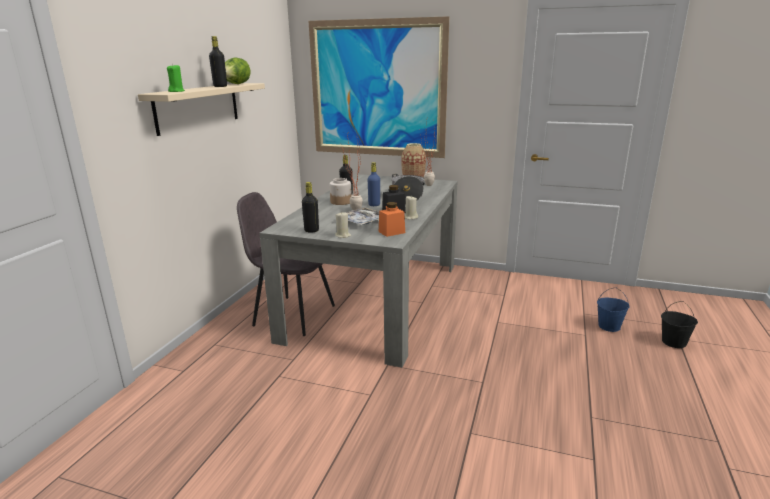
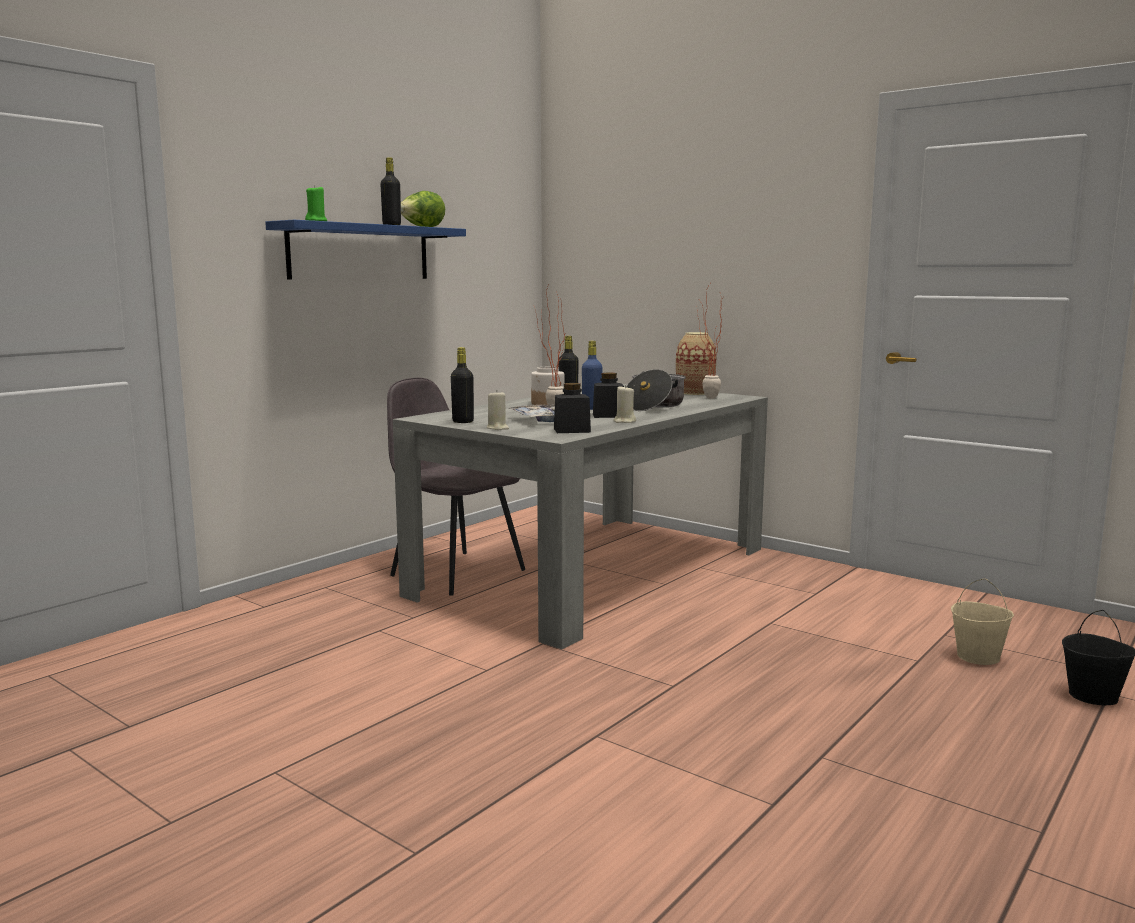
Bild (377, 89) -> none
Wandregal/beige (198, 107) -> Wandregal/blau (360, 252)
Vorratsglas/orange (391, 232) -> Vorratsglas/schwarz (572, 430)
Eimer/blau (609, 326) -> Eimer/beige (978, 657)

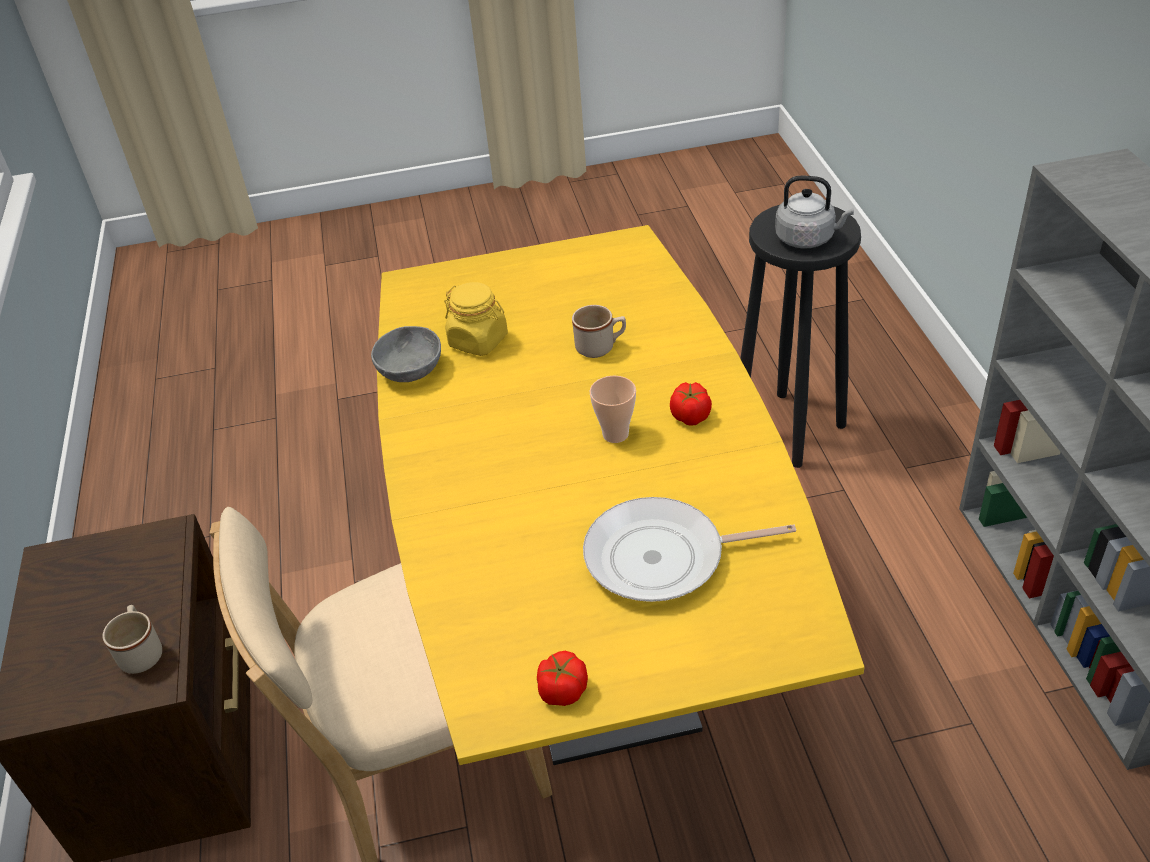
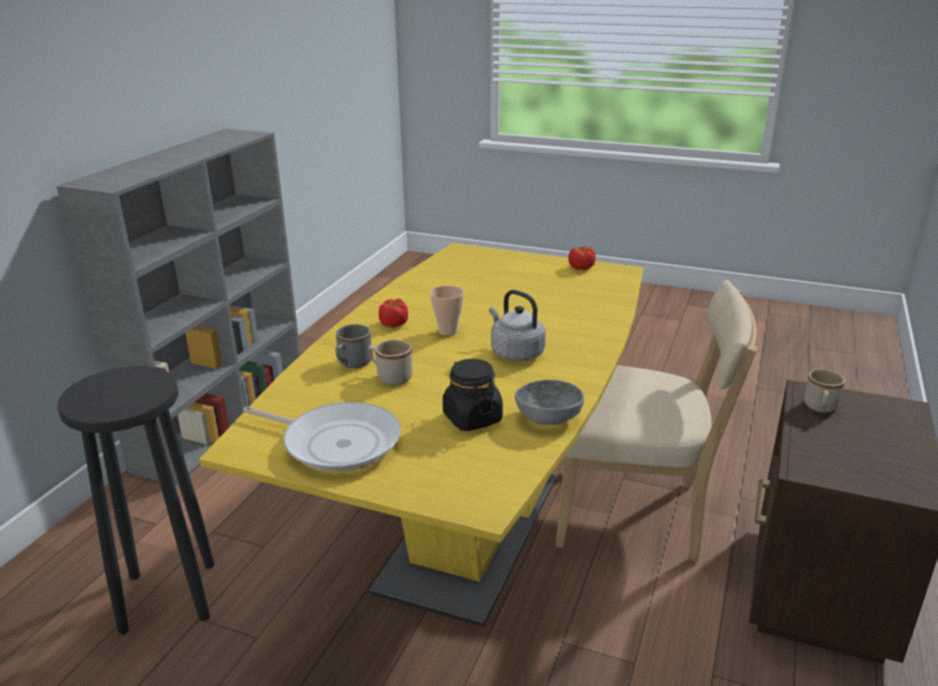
Wasserkessel/grau (808, 239) -> Wasserkessel/grau (515, 353), moved
Vorratsglas/gelb (478, 341) -> Vorratsglas/schwarz (472, 418)
Pfanne (663, 558) -> Pfanne (336, 442), moved
none -> Henkelbecher/grau (352, 364)

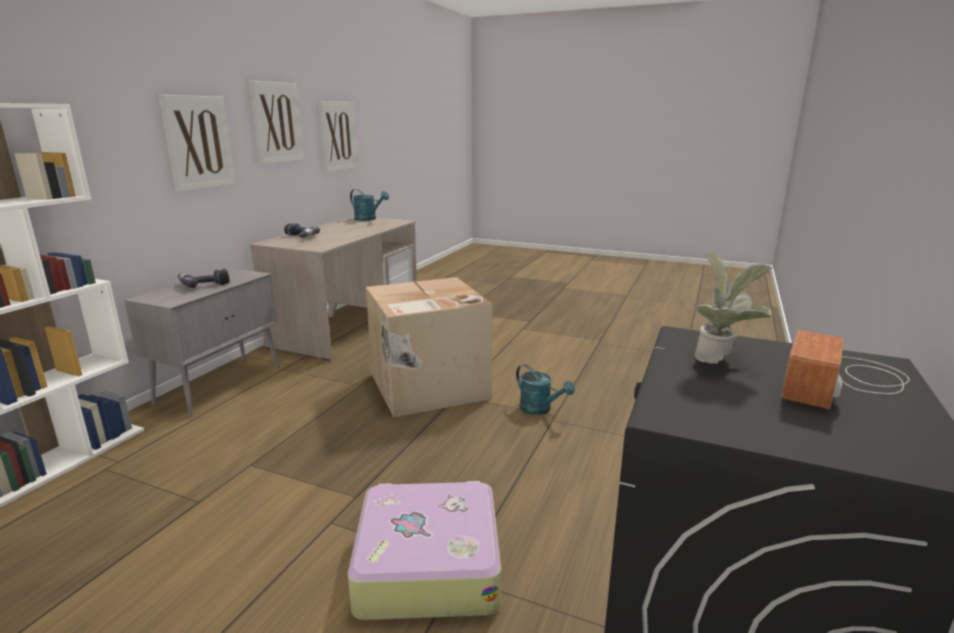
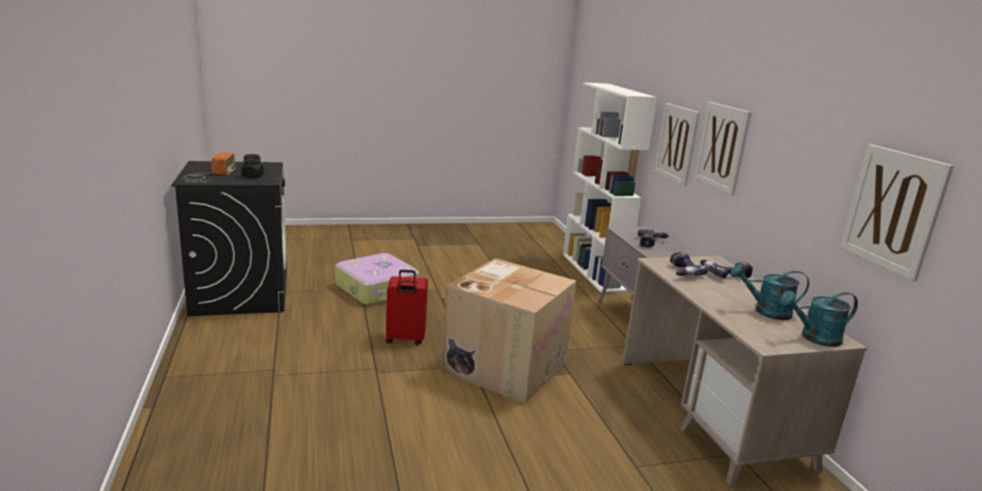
Bild (277, 123) -> Bild (677, 143), moved
Topfpflanze (721, 360) -> Vorratsglas/schwarz (252, 176)
Gießkanne/türkis (540, 409) -> Gießkanne/türkis (766, 312), moved
none -> Bohrmaschine (681, 272)
none -> Koffer/rot (405, 339)

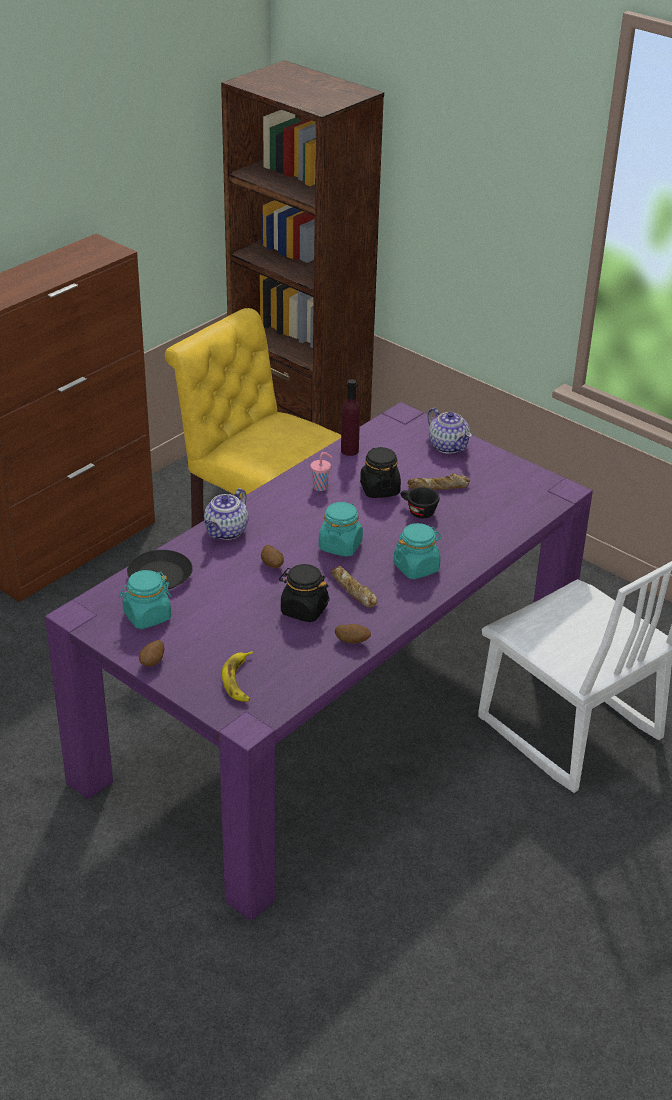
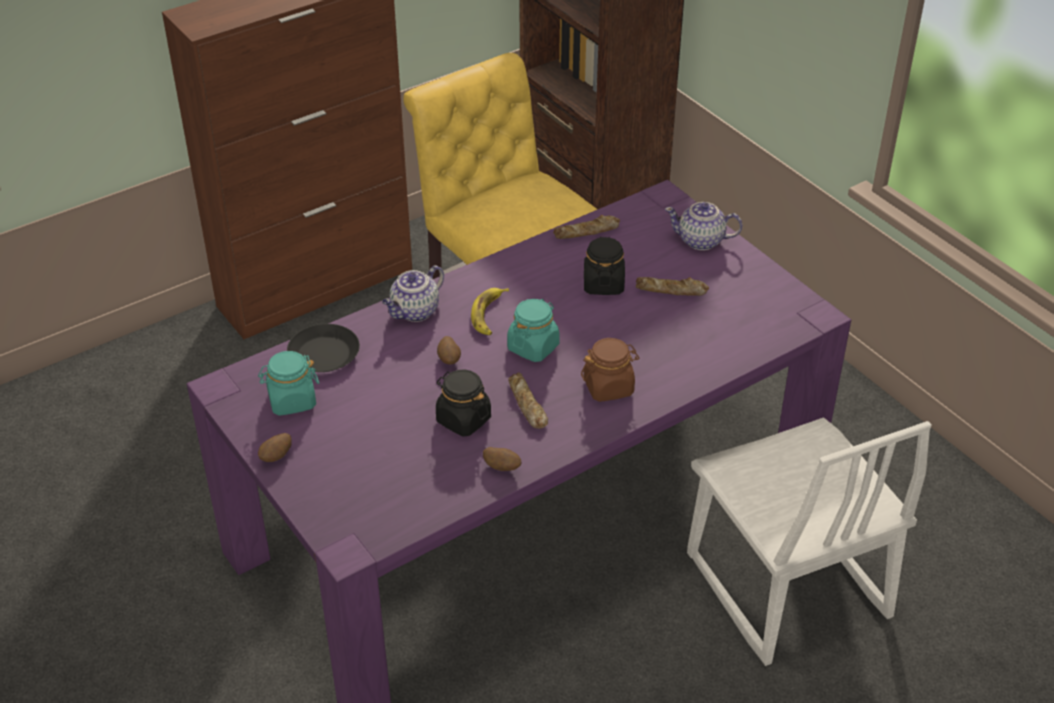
Flasche/lila (349, 450) -> Brot (587, 232)
Teekanne (448, 446) -> Teekanne (701, 241), 120 degrees clockwise
Tasse/rosa (321, 487) -> none
Tasse/schwarz (417, 511) -> none
Vorratsglas/türkis (416, 567) -> Vorratsglas/braun (609, 387)
Banane (240, 681) -> Banane (489, 315), moved

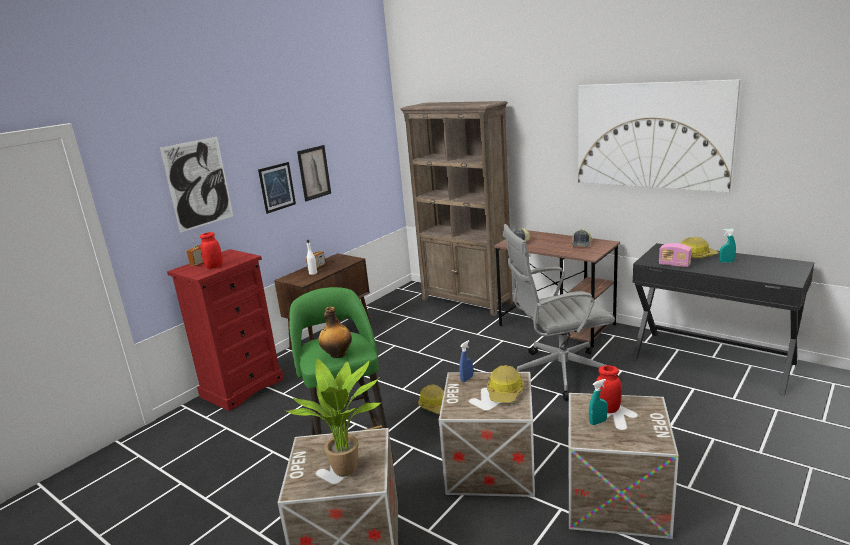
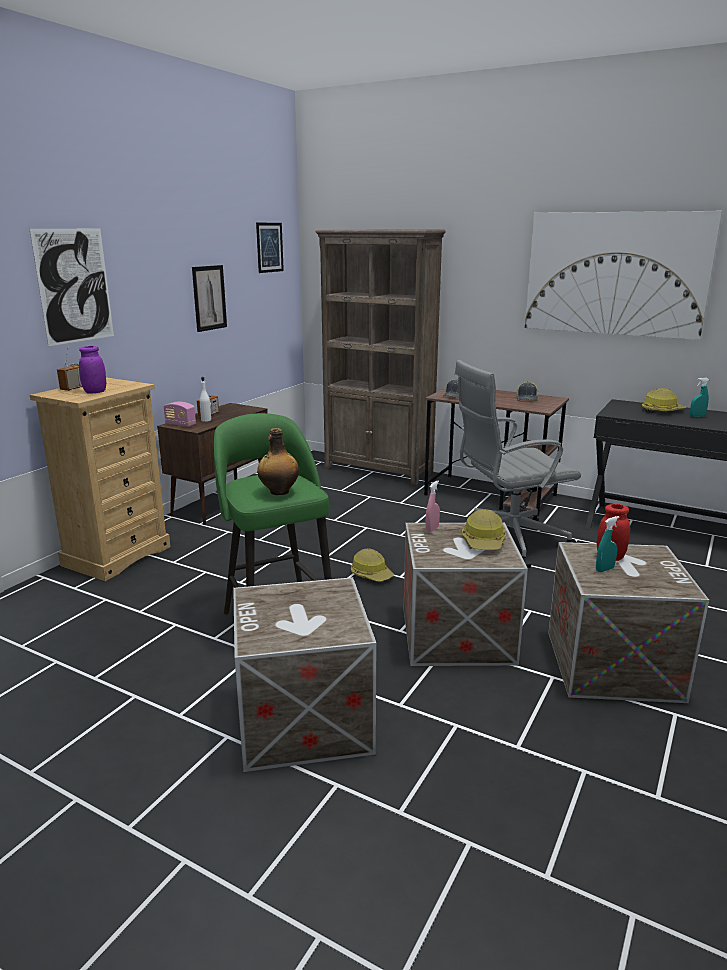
Bild (277, 187) -> Bild (269, 247), moved
Vorratsglas/rot (214, 267) -> Vorratsglas/lila (95, 392)
Radio (674, 265) -> Radio (180, 424), moved
Kommode/rot (242, 387) -> Kommode/beige (117, 555)
Sprühflasche/blau (467, 379) -> Sprühflasche/rosa (432, 529)
Topfpflanze (349, 470) -> none

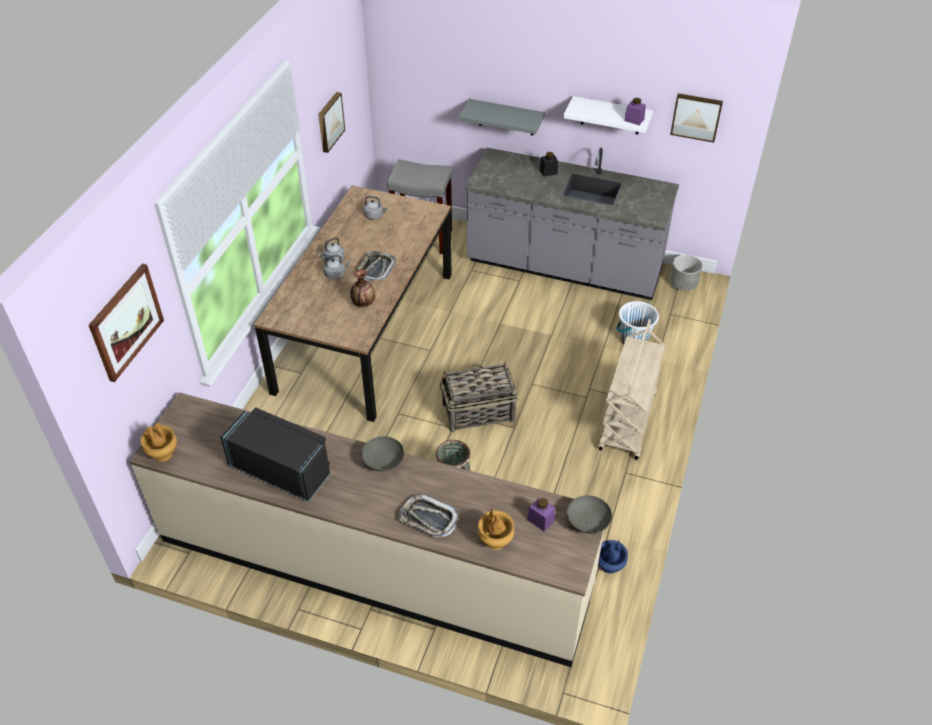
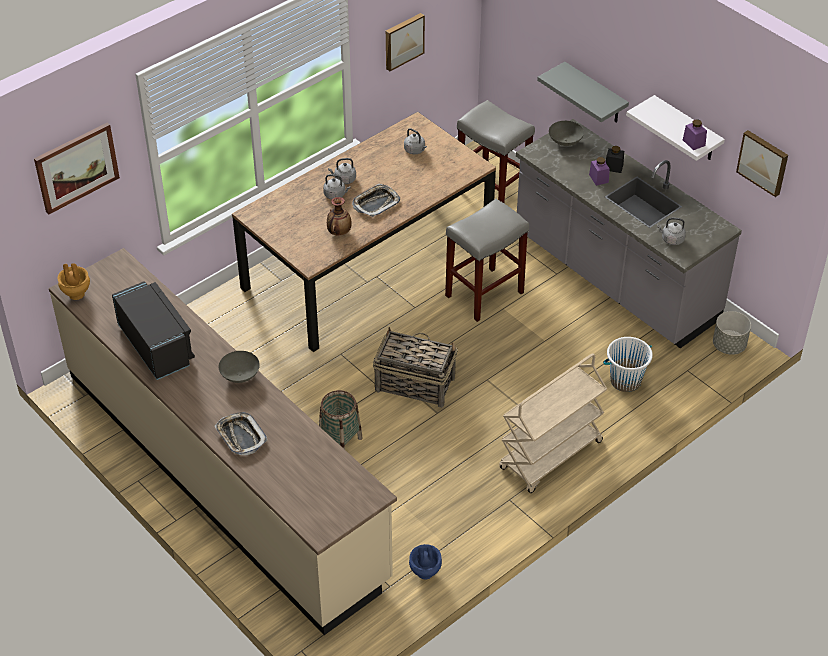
Schüssel/grau (588, 523) -> Schüssel/grau (565, 142), moved
Vorratsglas/lila (541, 520) -> Vorratsglas/lila (598, 178), moved
Vase/braun (495, 541) -> none
none -> Hocker/grau (484, 295)
none -> Wasserkessel/grau (671, 239)

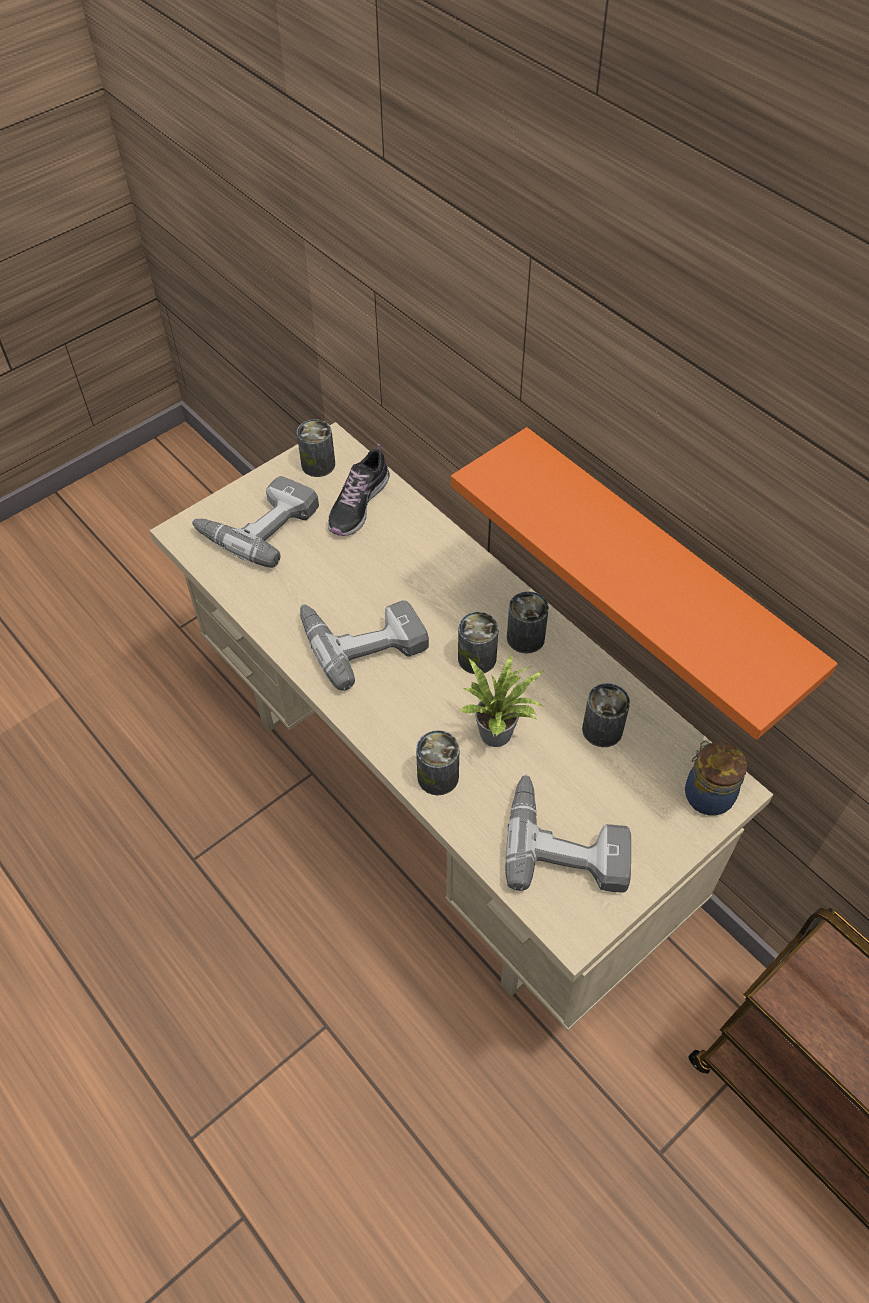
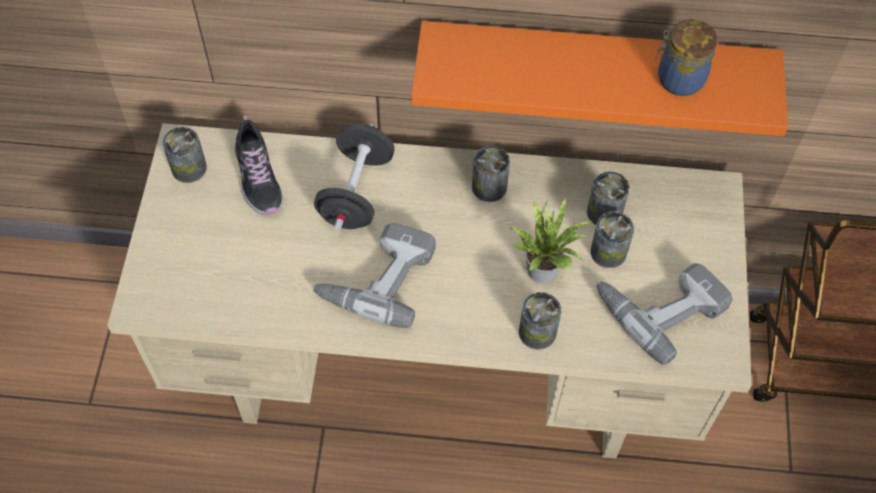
Bohrmaschine (258, 525) -> none
Dose (477, 658) -> Dose (608, 252), moved
Vorratsglas (707, 793) -> Vorratsglas (678, 79), moved
none -> Hantel/schwarz (356, 192)

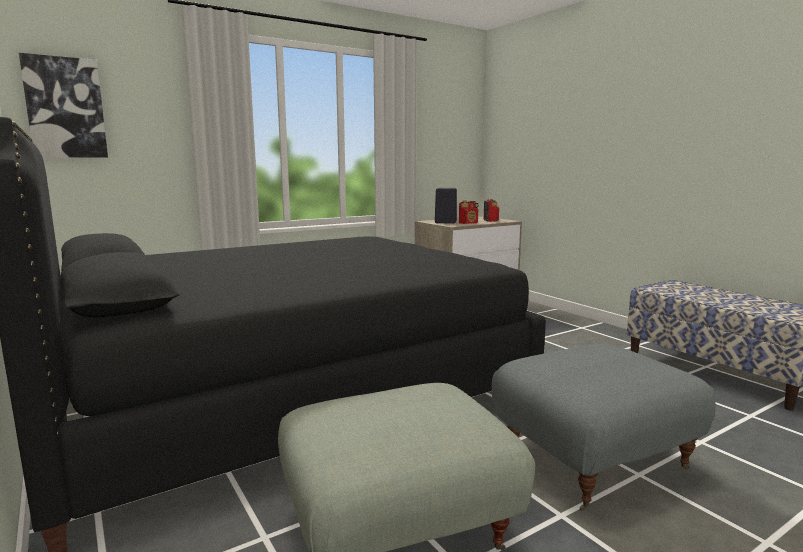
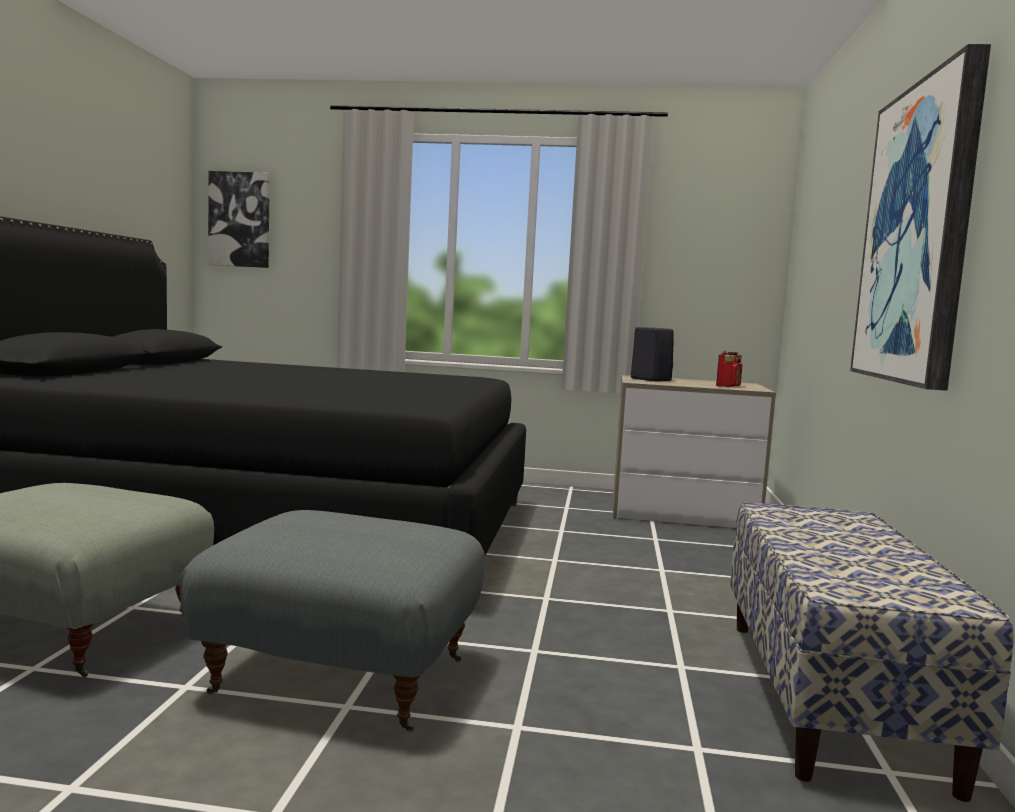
Radio (468, 223) -> none
none -> Bild (918, 235)

